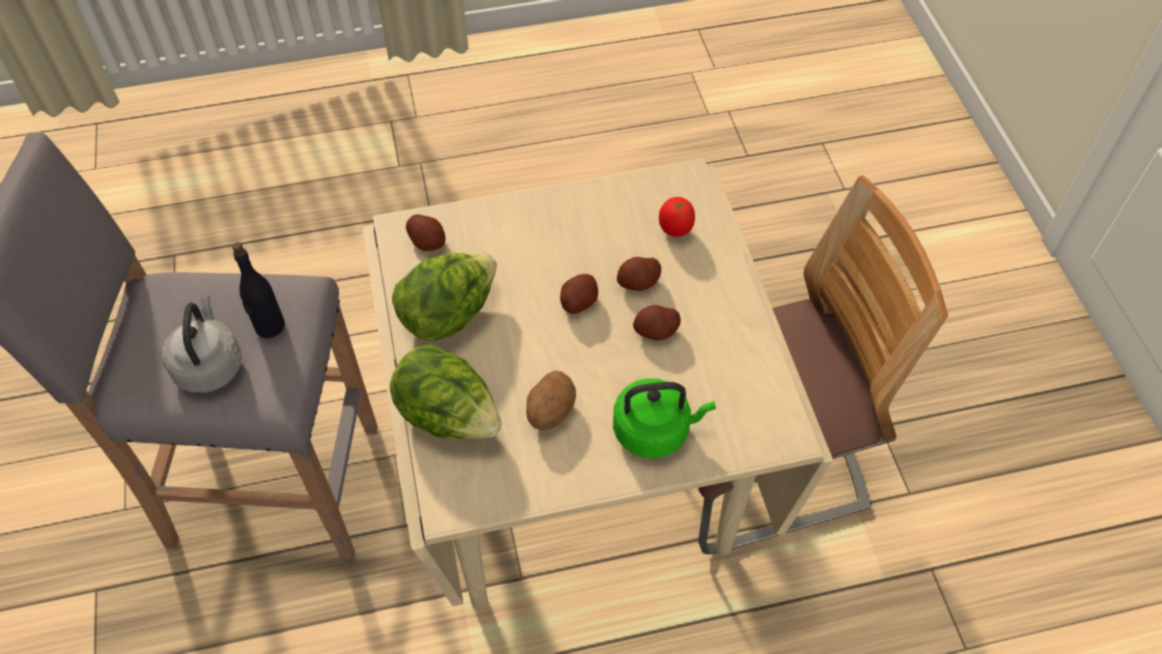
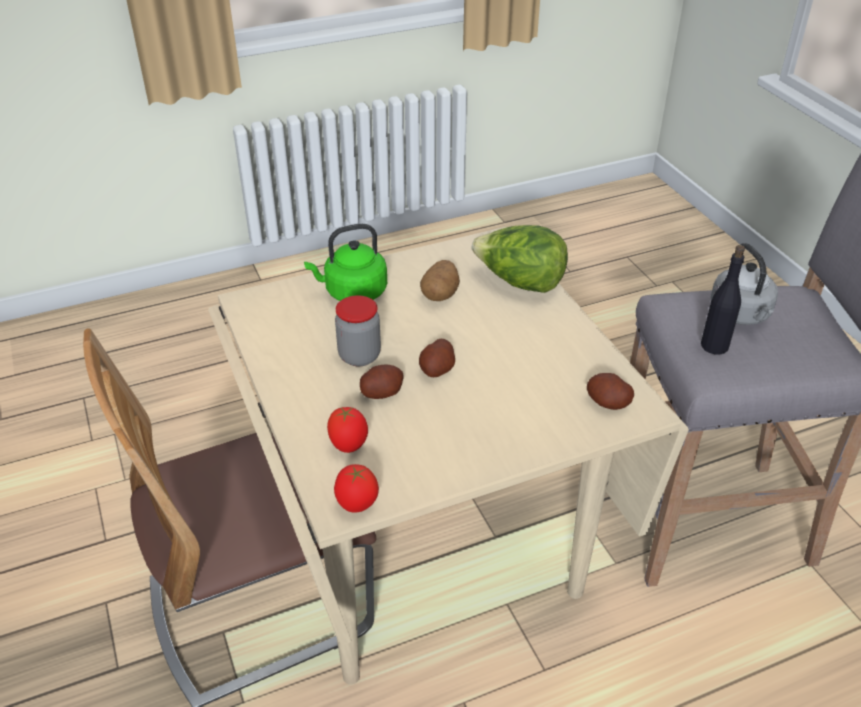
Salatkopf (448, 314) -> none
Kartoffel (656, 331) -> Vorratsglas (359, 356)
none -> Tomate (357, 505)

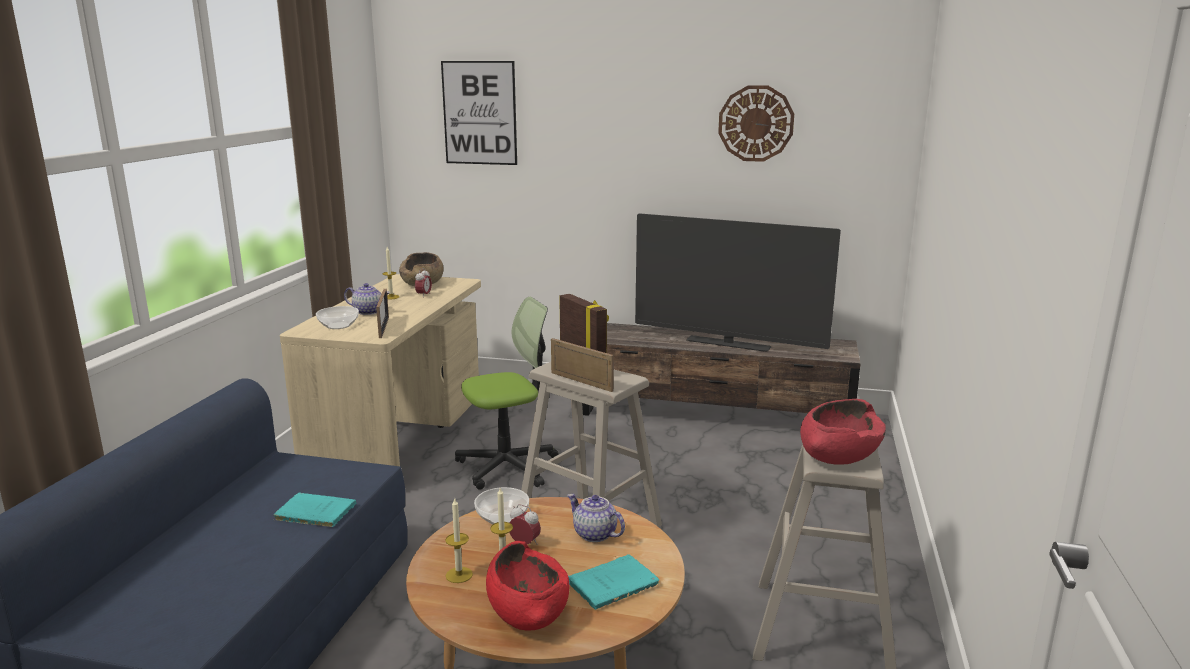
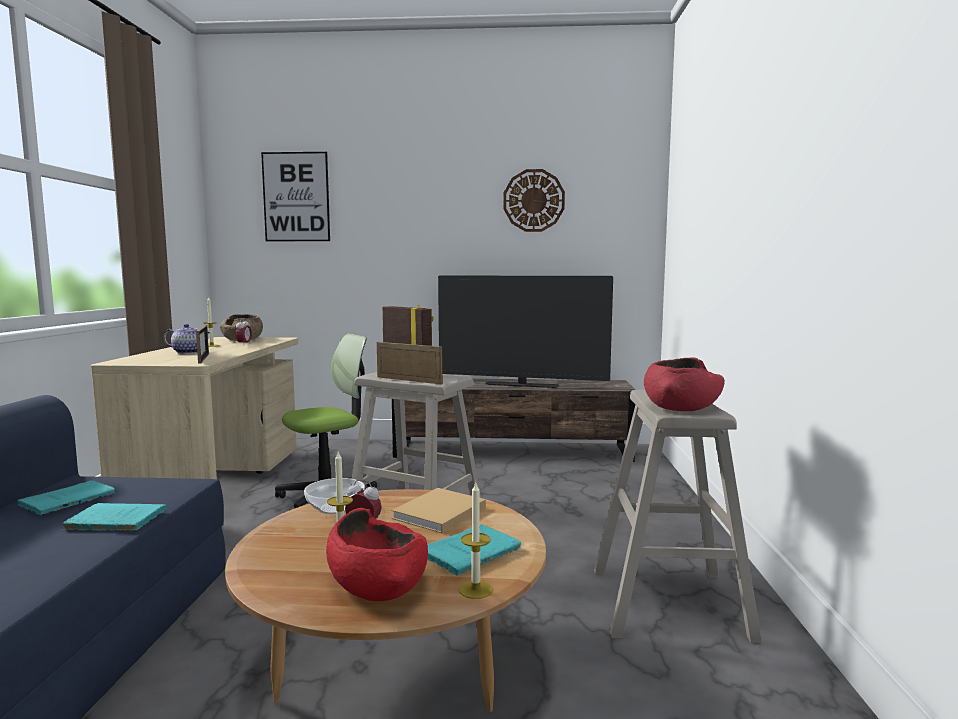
Schüssel (338, 326) -> none
Teekanne (594, 534) -> Buch/beige (438, 514)
Kerze (459, 575) -> Kerze (475, 589), moved
none -> Buch/türkis (70, 500)

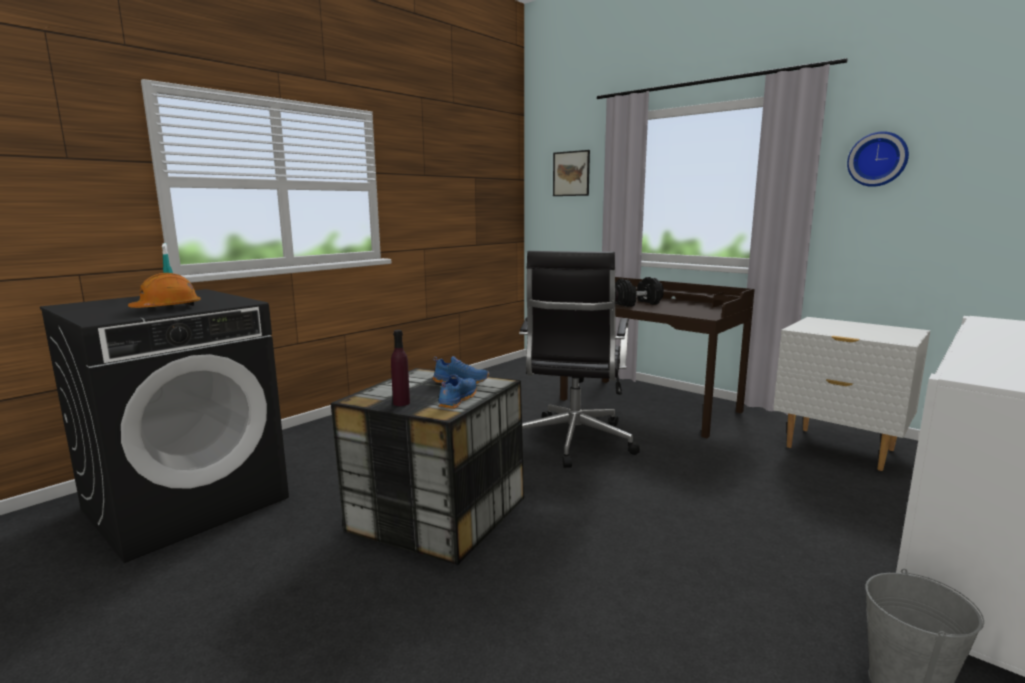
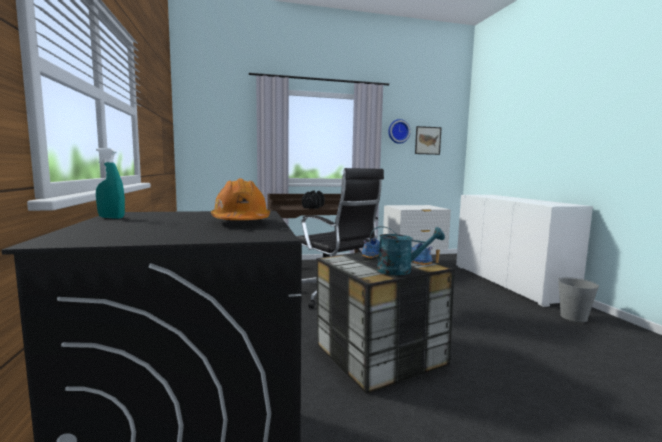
Bild (571, 173) -> Bild (427, 140), moved
Flasche/lila (401, 403) -> Gießkanne/türkis (401, 270)

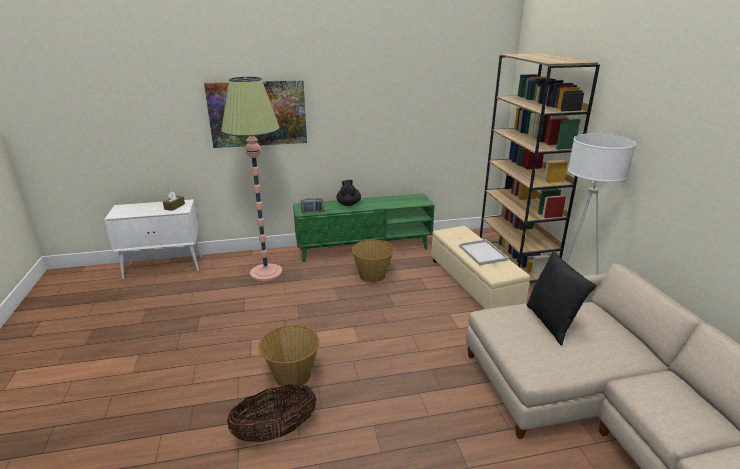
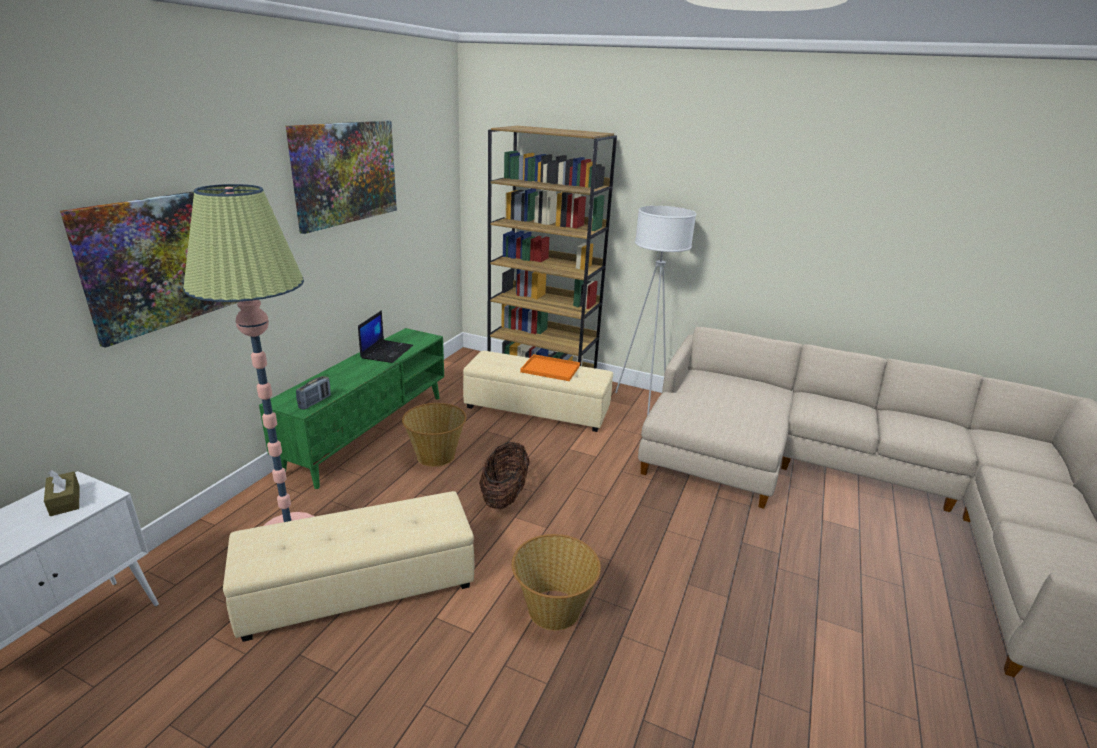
Teekanne/schwarz (348, 204) -> none
Tablett/weiß (483, 253) -> Tablett/orange (551, 369)
Kissen/schwarz (551, 323) -> none
Korb (275, 431) -> Korb (504, 496), moved
none -> Bild (346, 173)
none -> Laptop (386, 351)
none -> Polsterhocker/beige (359, 586)

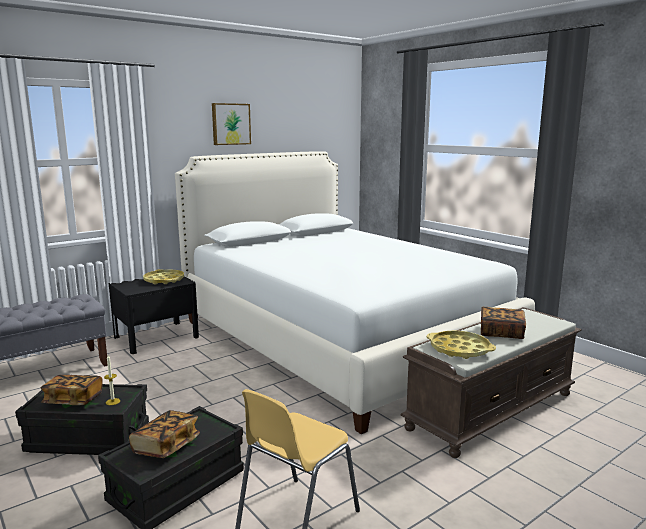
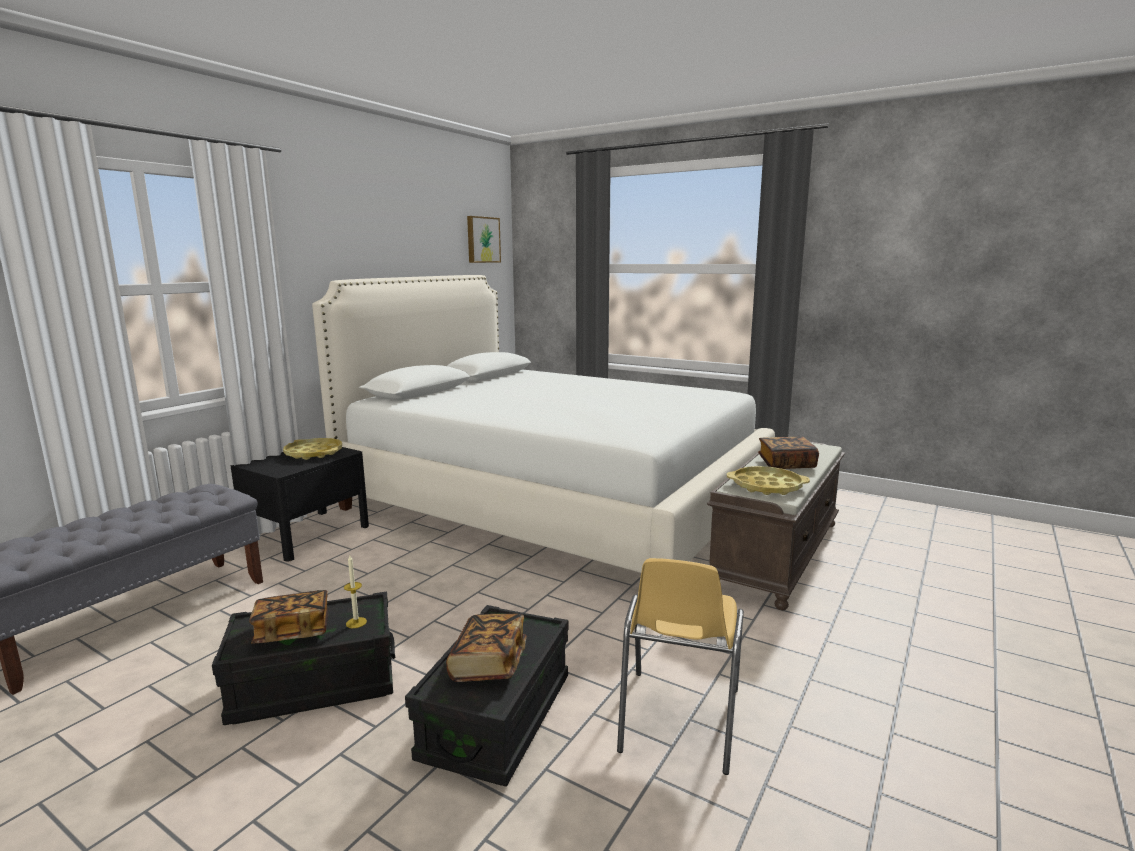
Bild (230, 124) -> Bild (482, 240), moved

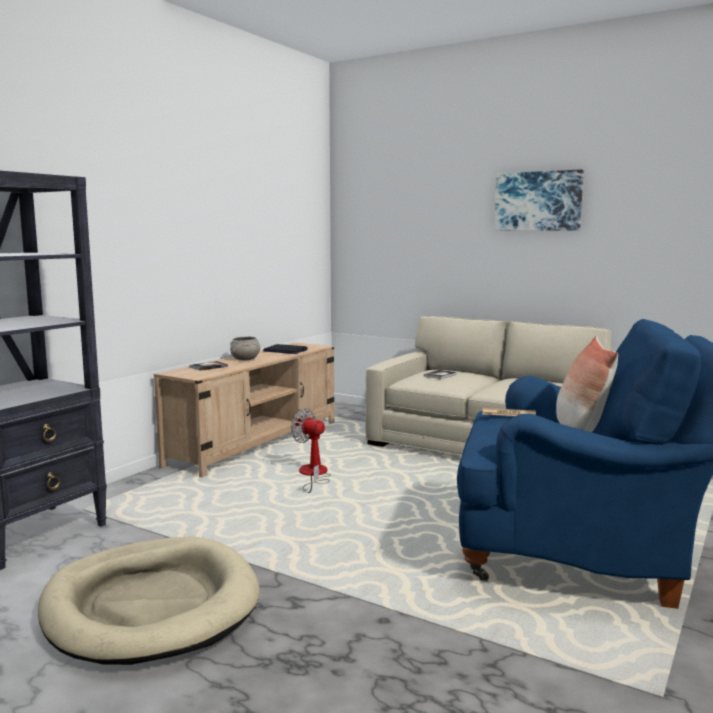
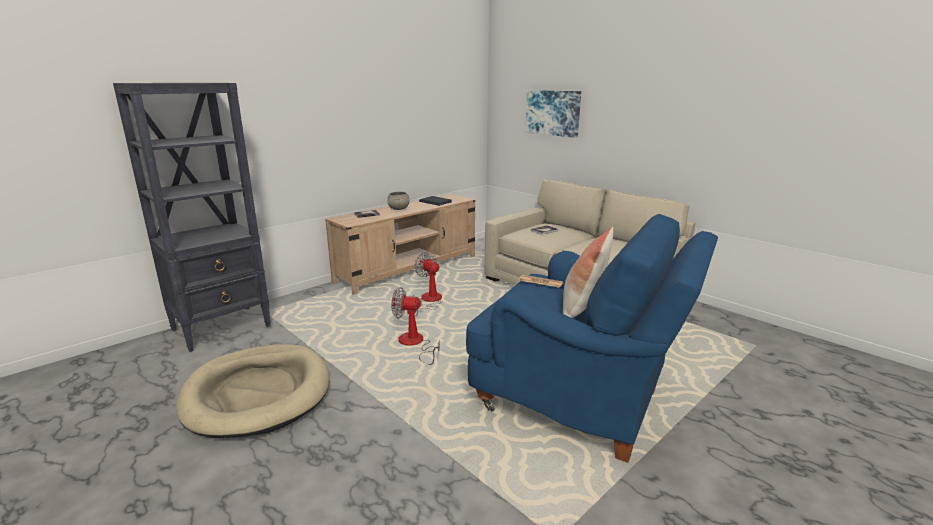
Bild (538, 201) -> Bild (553, 113), moved
none -> Ventilator (415, 344)

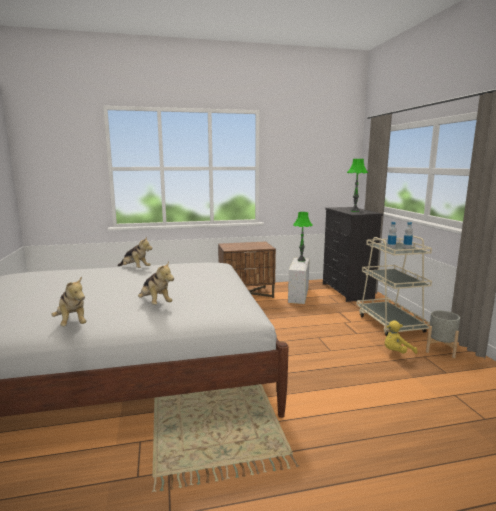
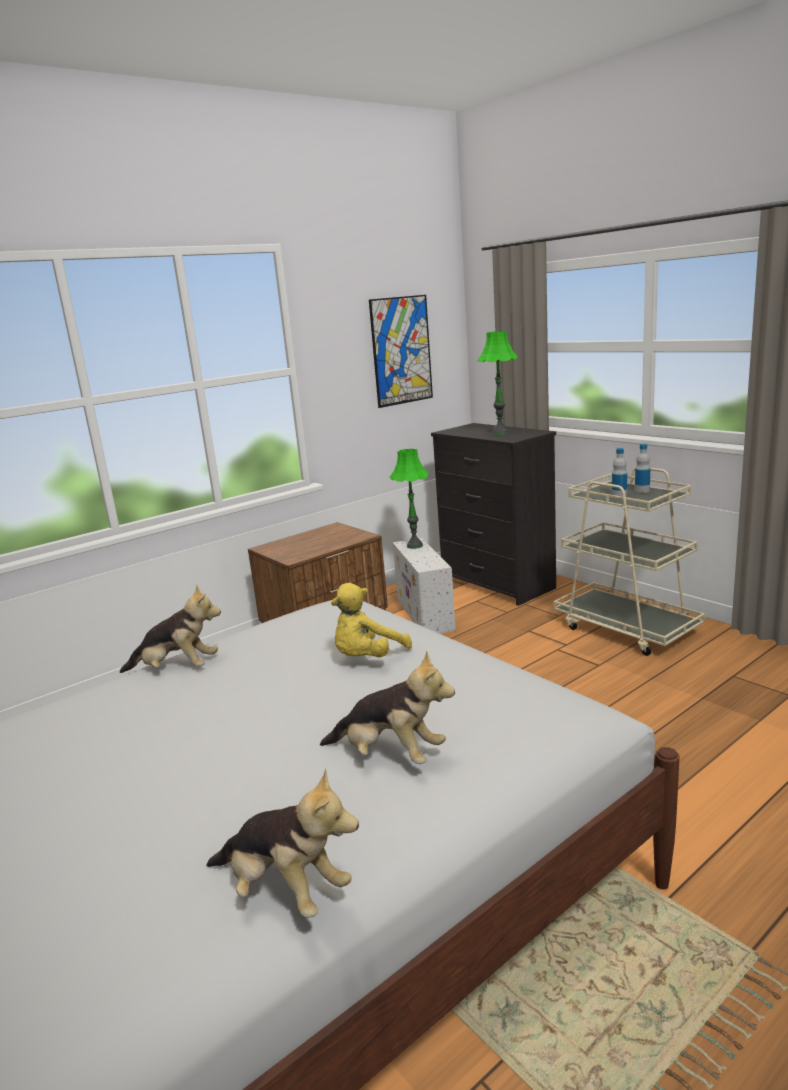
Pflanzkübel/grau (441, 349) -> none
Plüschtier/gelb (396, 352) -> Plüschtier/gelb (367, 658), moved
none -> Bild (401, 351)

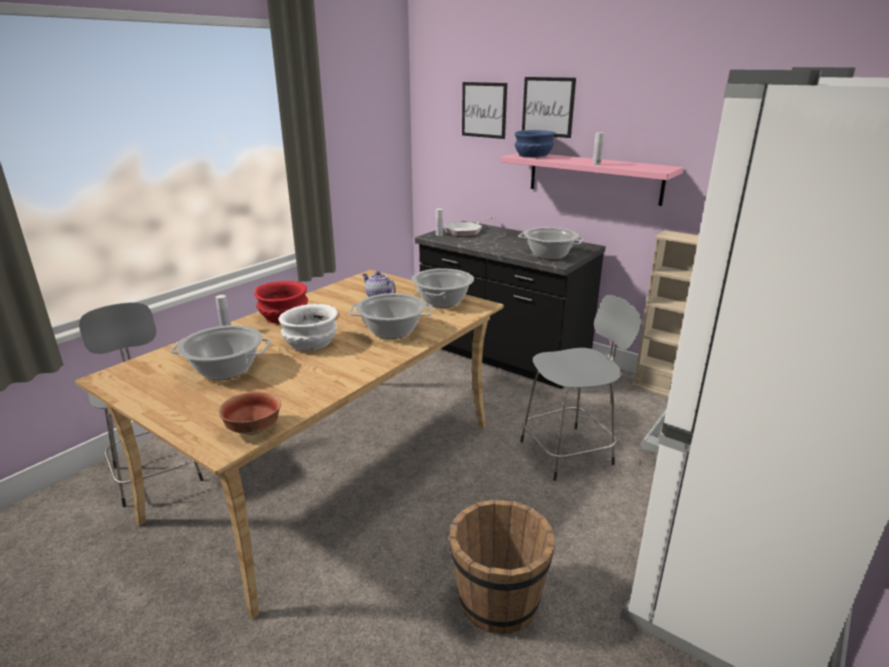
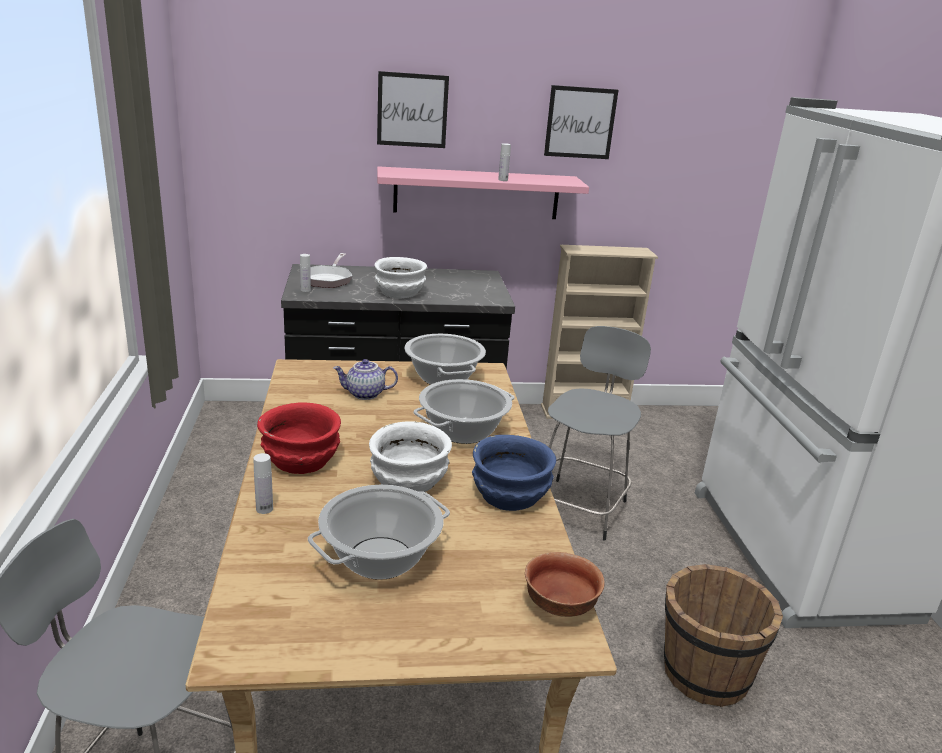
Bild (484, 110) -> Bild (580, 122), moved
Schüssel/blau (533, 156) -> Schüssel/blau (511, 495), moved
Kochtopf (549, 255) -> none
none -> Schüssel/weiß (400, 293)

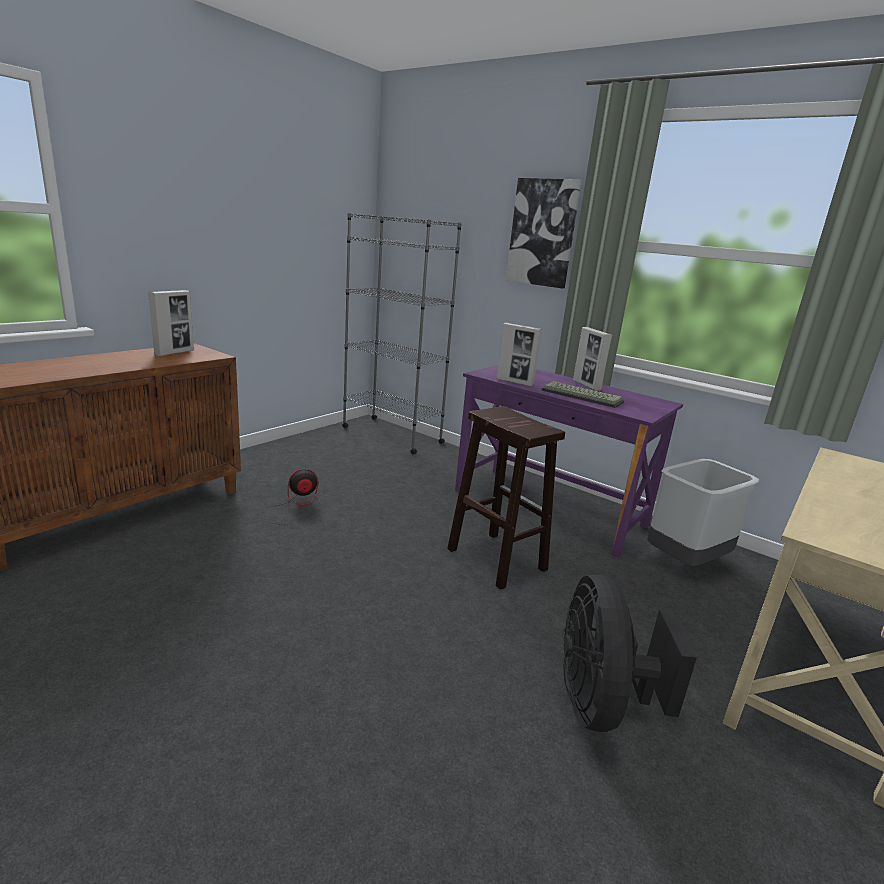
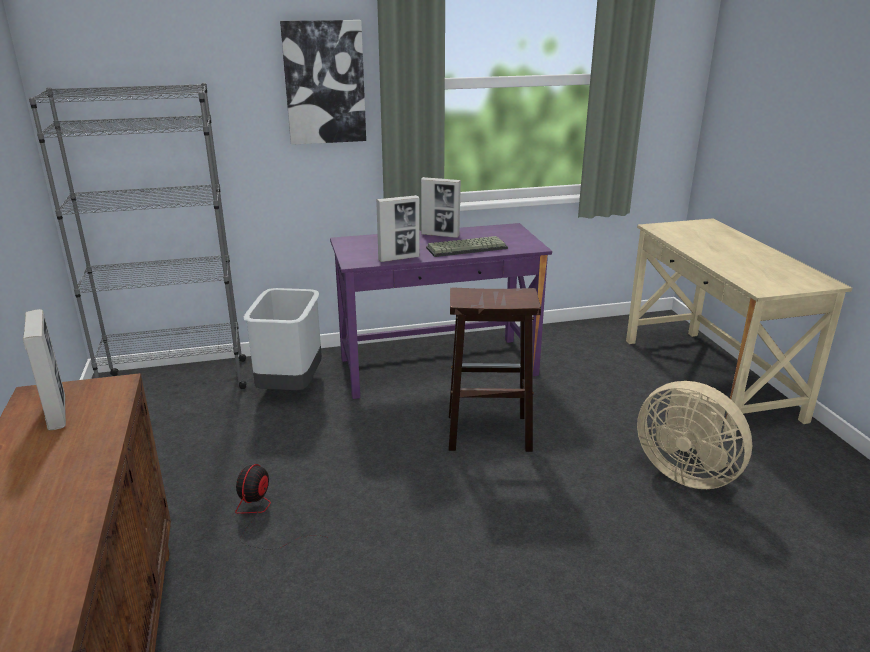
Mülleimer/grau (687, 561) -> Mülleimer/grau (291, 387), moved
Ventilator/schwarz (601, 703) -> Ventilator/beige (686, 472)

